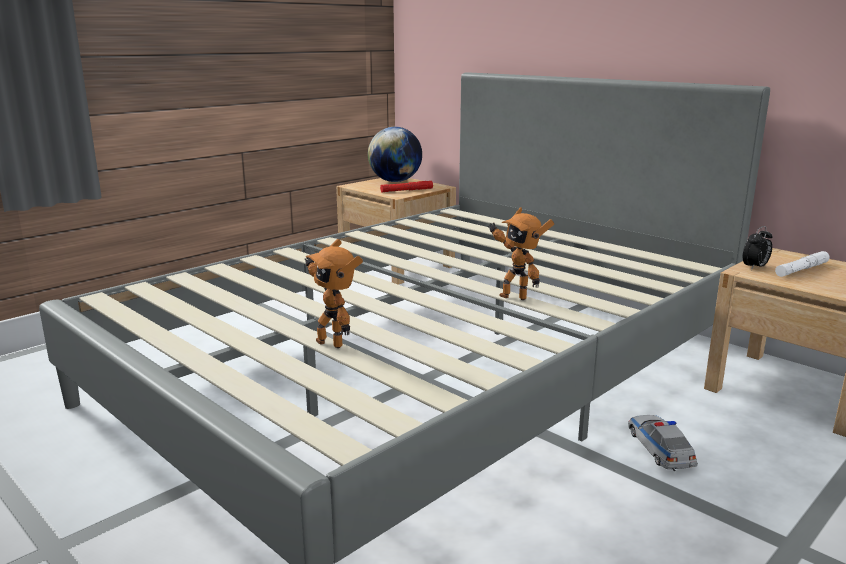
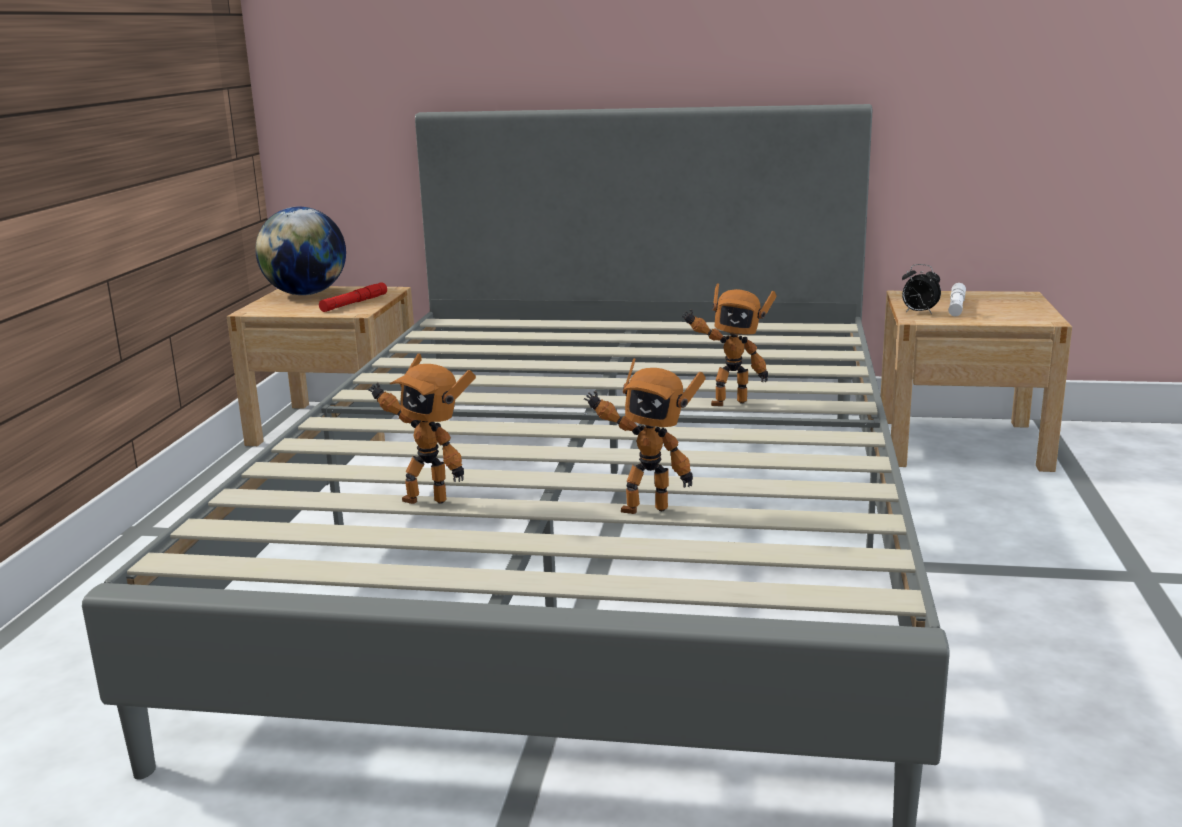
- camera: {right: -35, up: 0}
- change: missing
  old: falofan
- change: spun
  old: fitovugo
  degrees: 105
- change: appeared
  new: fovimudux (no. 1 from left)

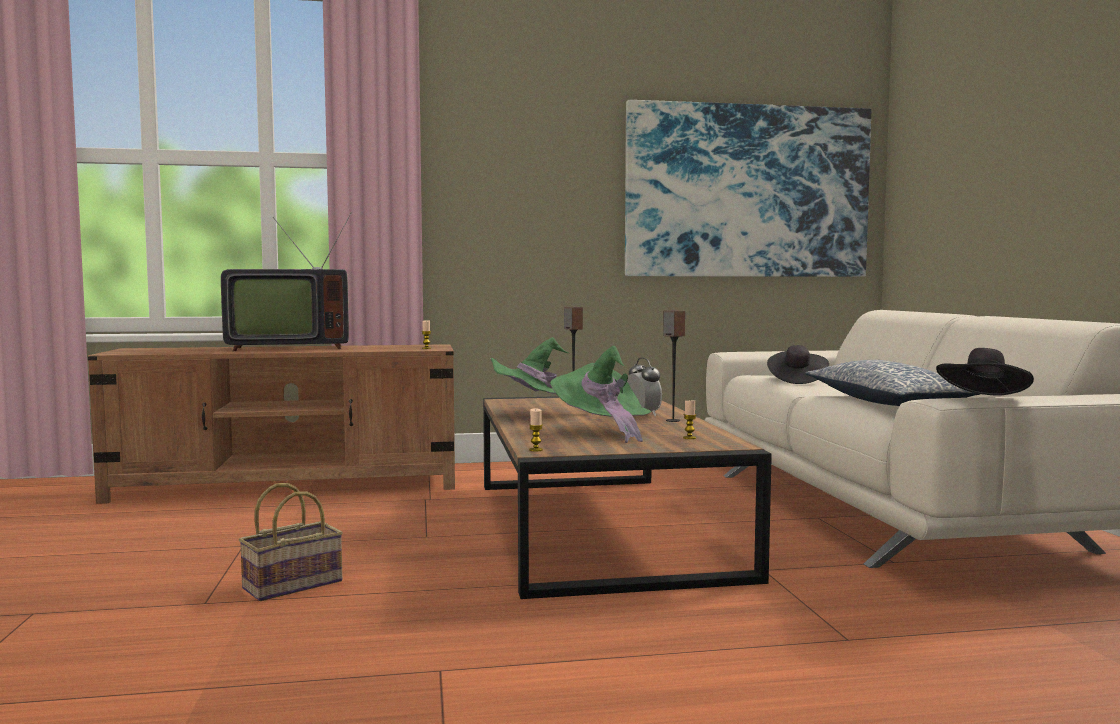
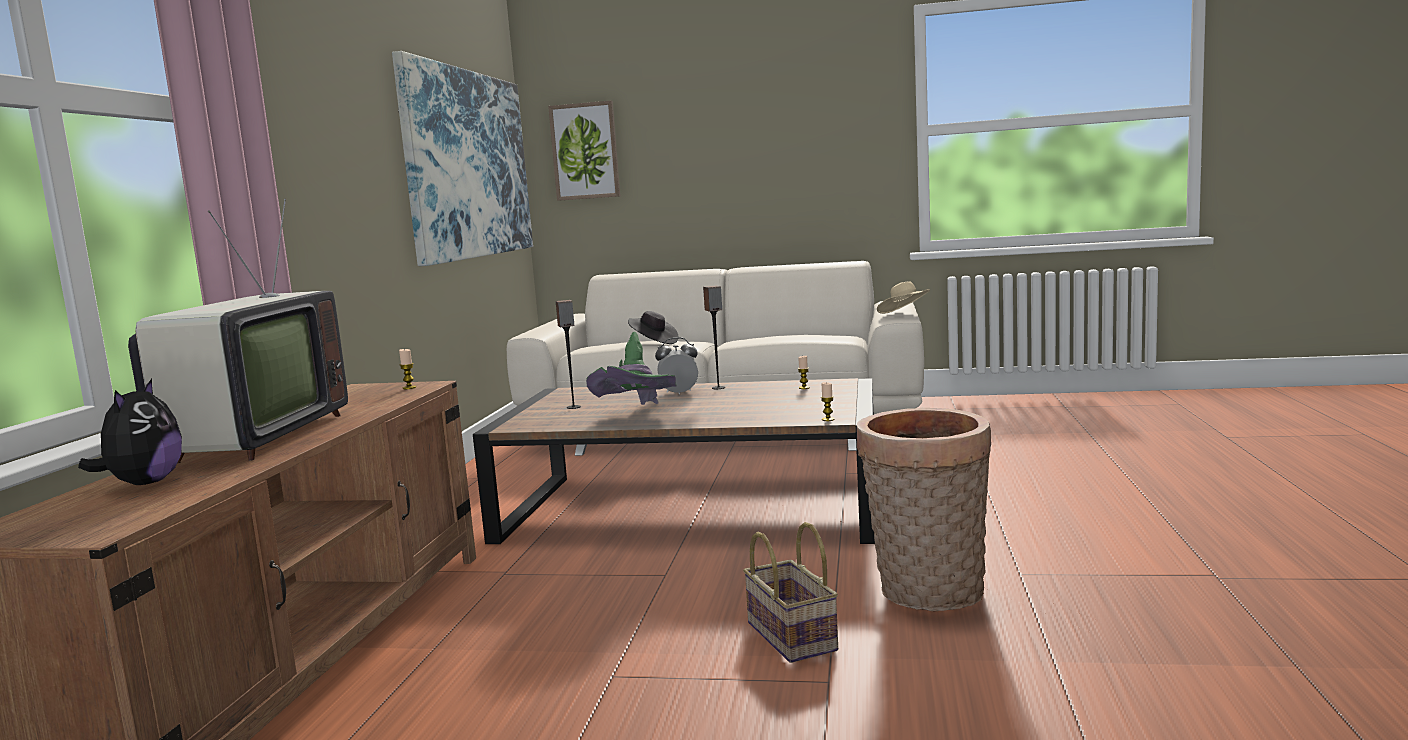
- camera: {right: -70, up: 5}
- change: missing
  old: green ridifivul (no. 2 from left)
- change: missing
  old: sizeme
- change: colour
  old: black ridifivul (no. 2 from left)
  new: beige ridifivul
- change: appeared
  new: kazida
- change: appeared
  new: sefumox (no. 2 from left)
- change: appeared
  new: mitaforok (no. 2 from left)

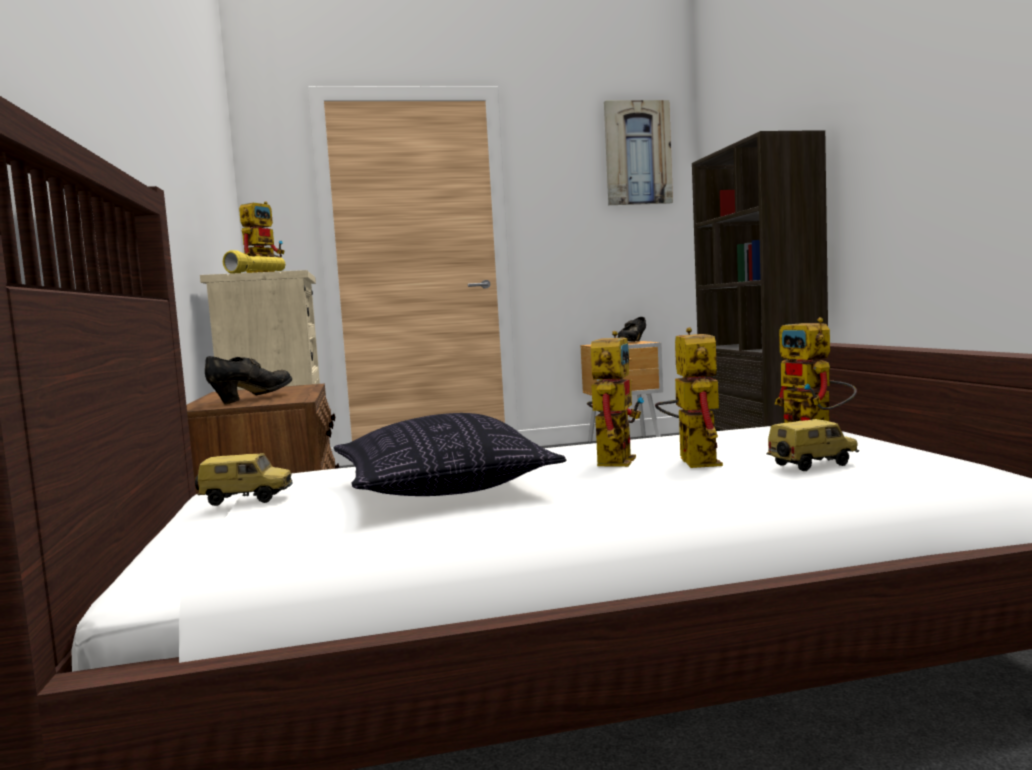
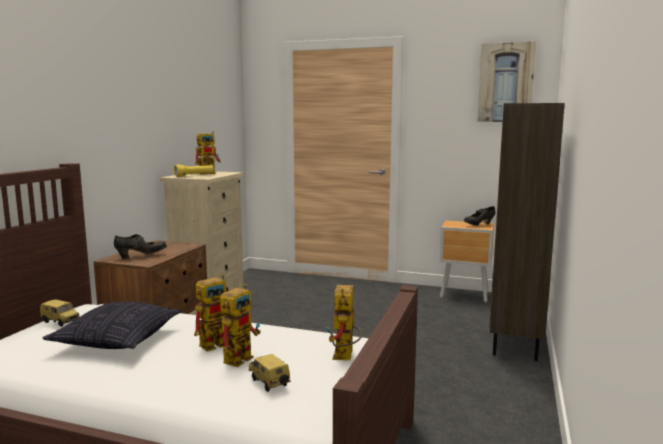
- camera: {right: 30, up: 5}
- change: spun
  old: falofan (no. 2 from left)
  degrees: -135

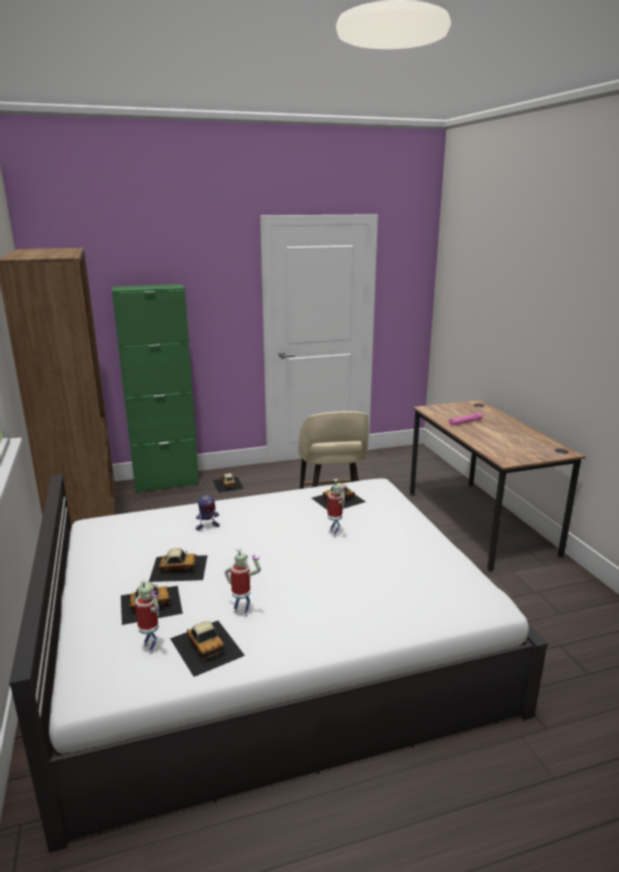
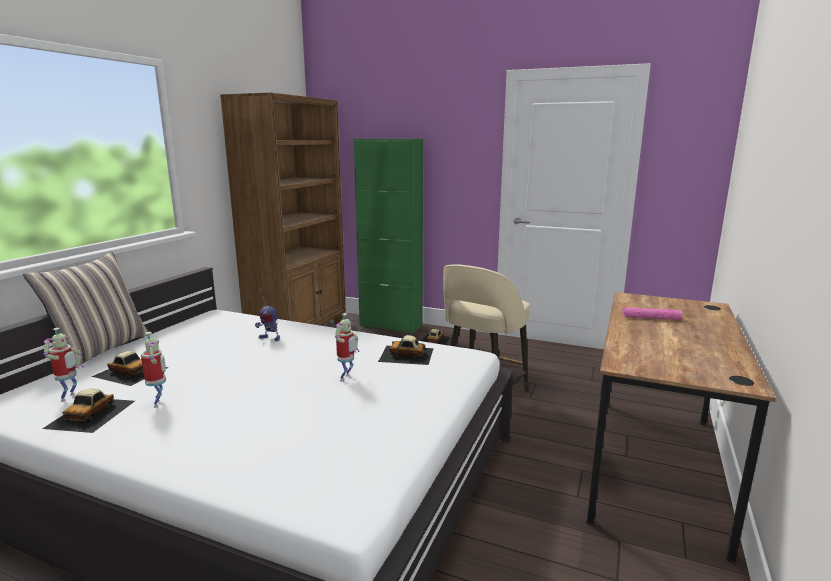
- camera: {right: 40, up: -5}
- change: missing
  old: falofan (no. 2 from left)
- change: appeared
  new: sizeme

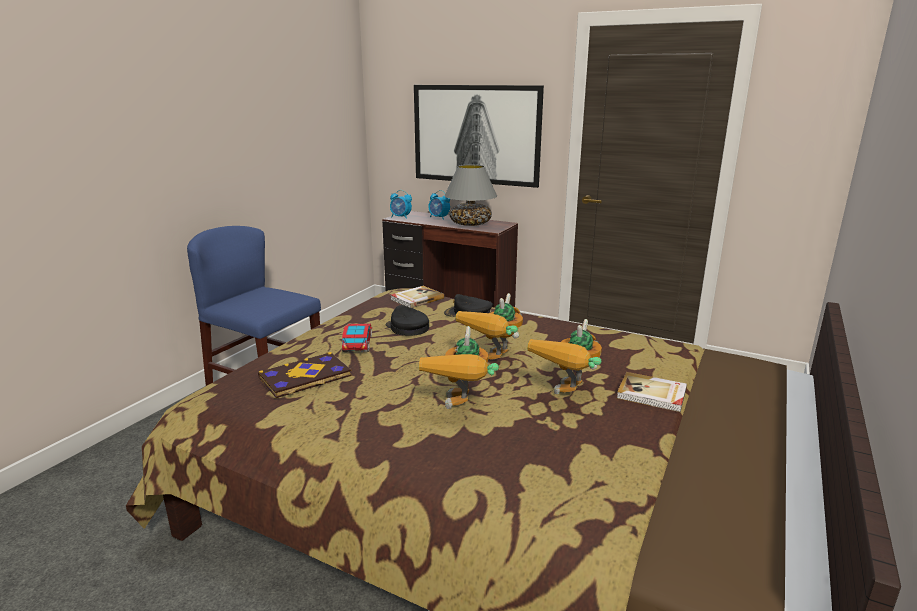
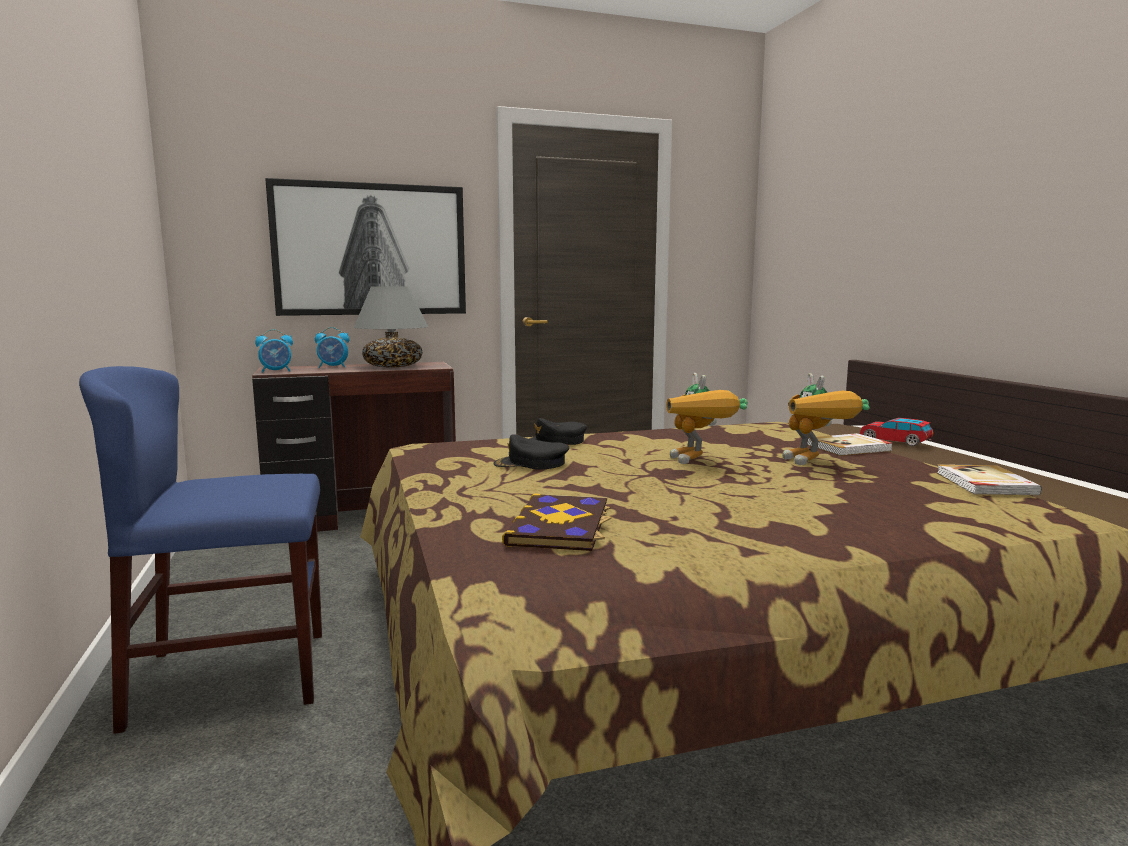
- camera: {right: -45, up: -10}
- change: relocated
  old: falofan
- change: relocated
  old: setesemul (no. 2 from left in the first image)
  new: setesemul (no. 3 from left)
- change: missing
  old: fovimudux (no. 1 from left)

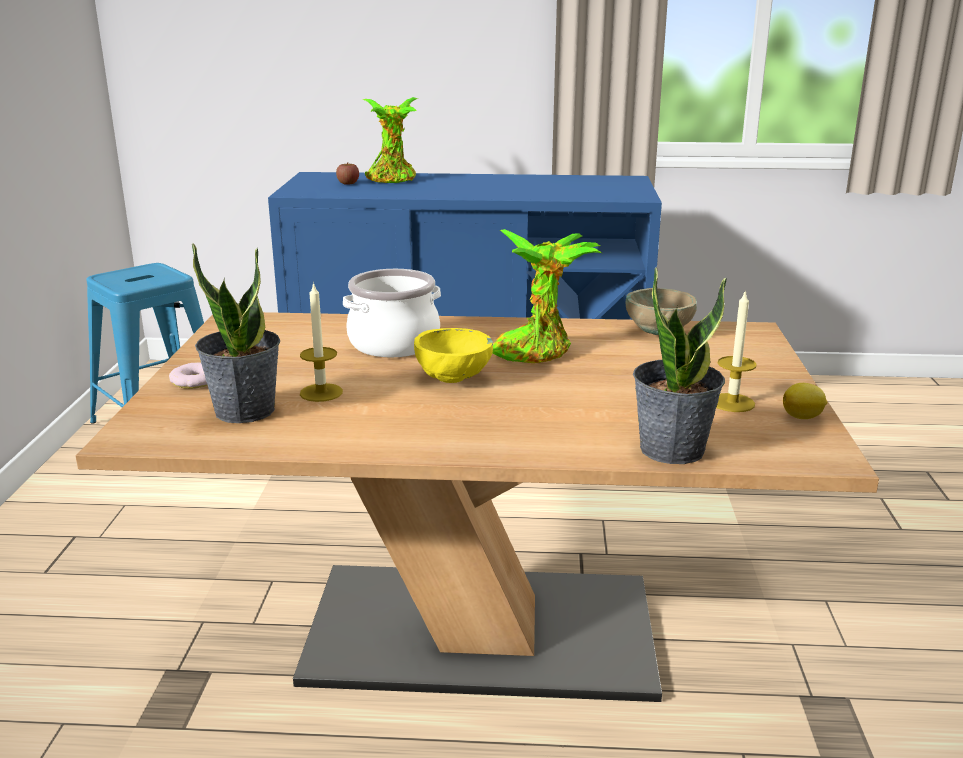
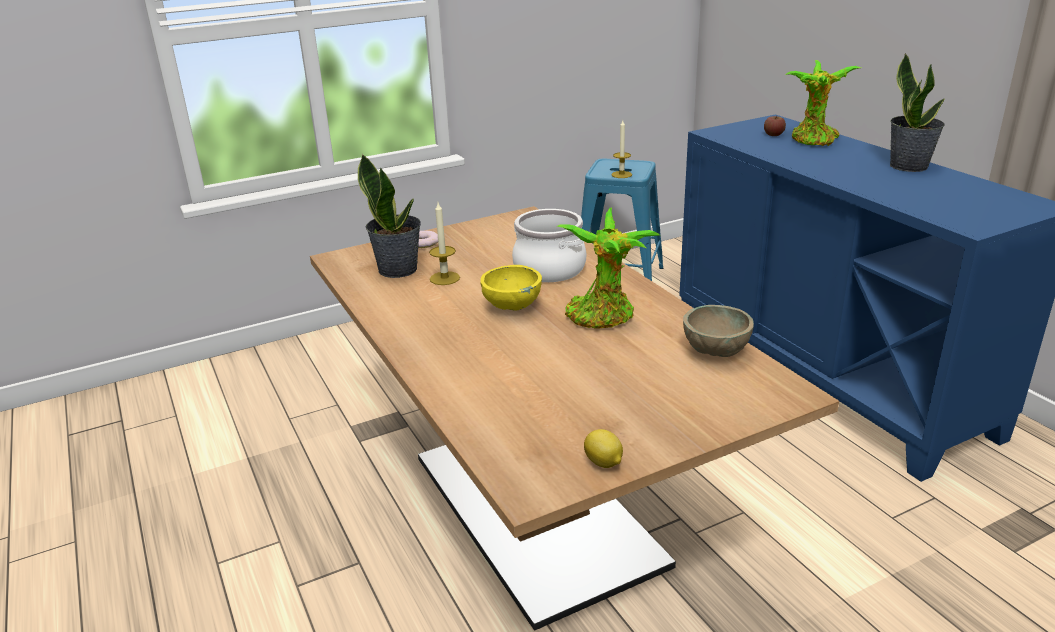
- camera: {right: 60, up: 5}
- change: relocated
  old: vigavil (no. 4 from left)
- change: relocated
  old: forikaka (no. 2 from left)

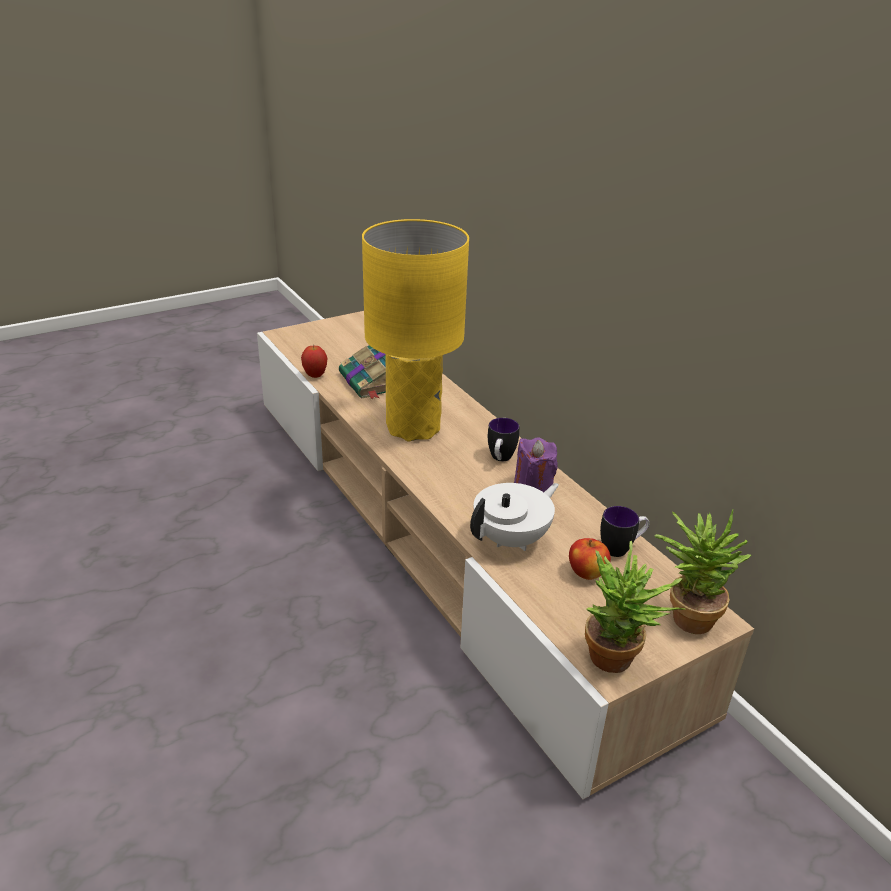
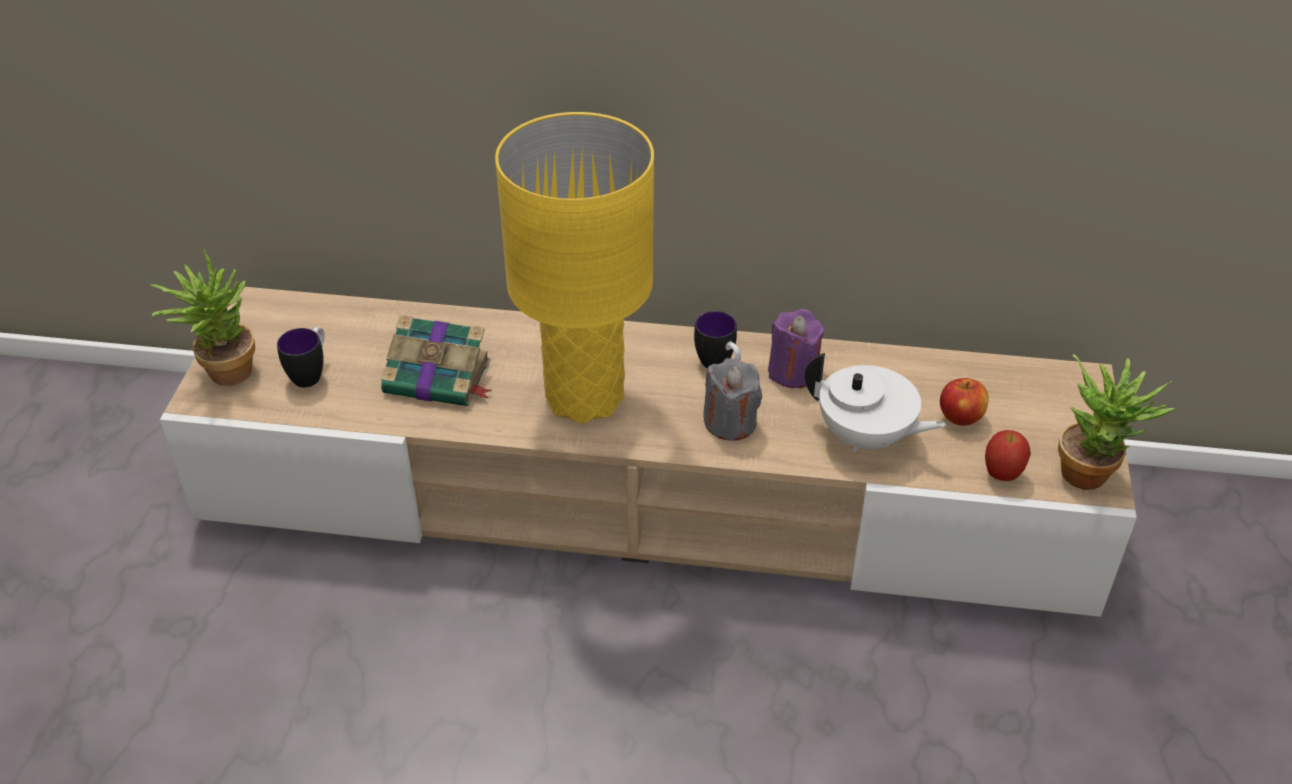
- camera: {right: -50, up: 10}
- change: relocated
  old: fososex (no. 1 from left in the first image)
  new: fososex (no. 2 from left)
- change: spun
  old: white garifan
  degrees: 120
- change: relocated
  old: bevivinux (no. 2 from left in the first image)
  new: bevivinux (no. 1 from left)
- change: relocated
  old: vigavil (no. 2 from left in the first image)
  new: vigavil (no. 1 from left)
- change: appeared
  new: grey forikaka

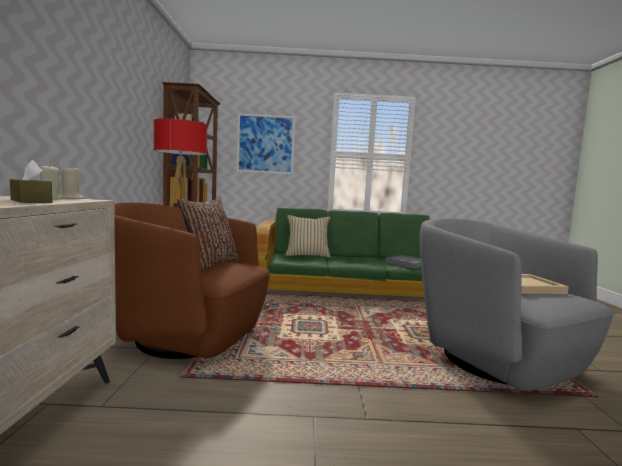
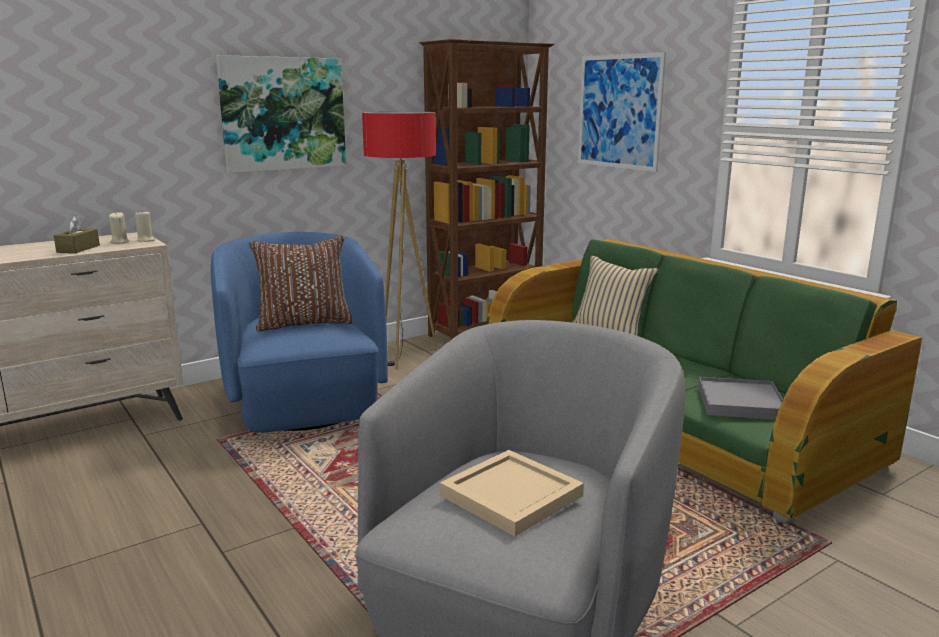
- camera: {right: 55, up: 10}
- change: colour
  old: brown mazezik
  new: blue mazezik
- change: appeared
  new: sefumox (no. 1 from left)

